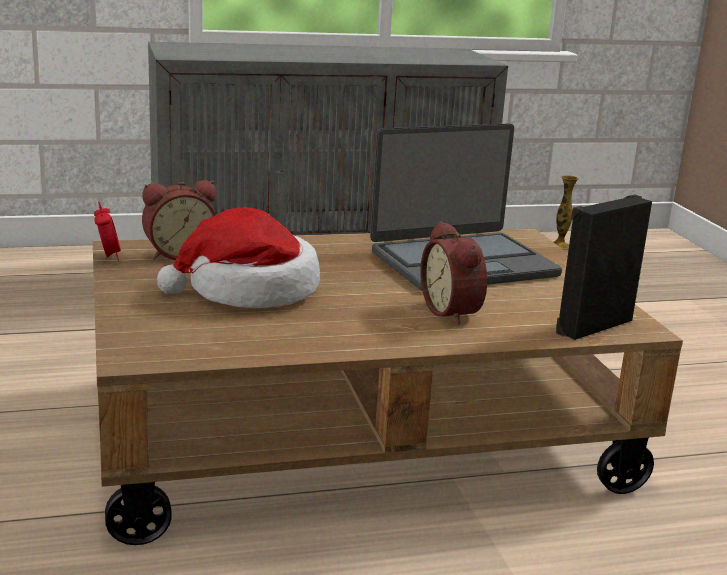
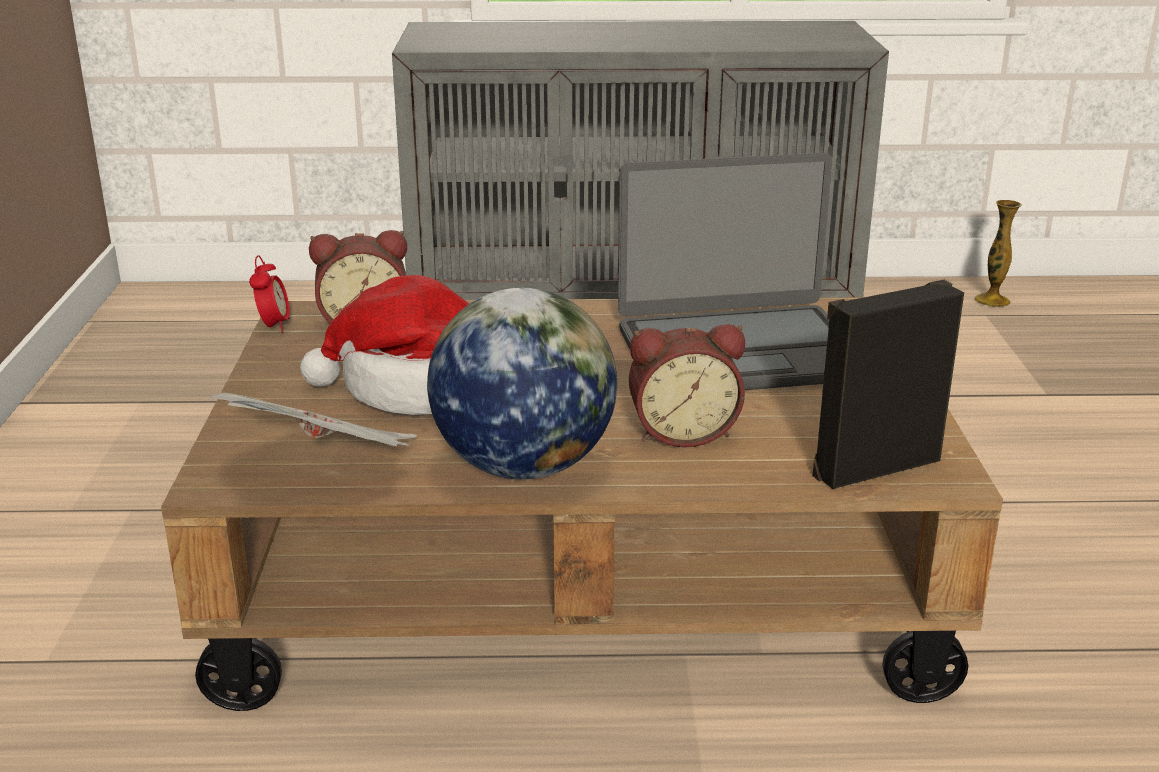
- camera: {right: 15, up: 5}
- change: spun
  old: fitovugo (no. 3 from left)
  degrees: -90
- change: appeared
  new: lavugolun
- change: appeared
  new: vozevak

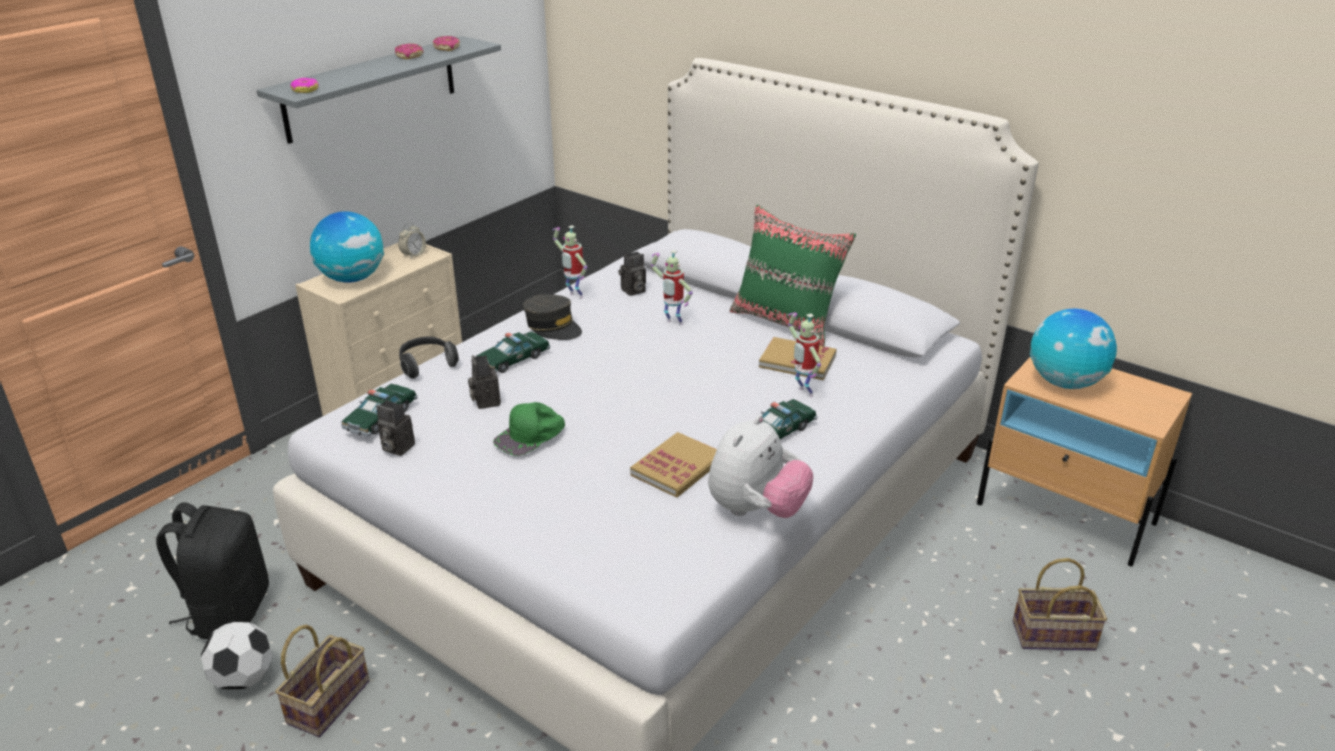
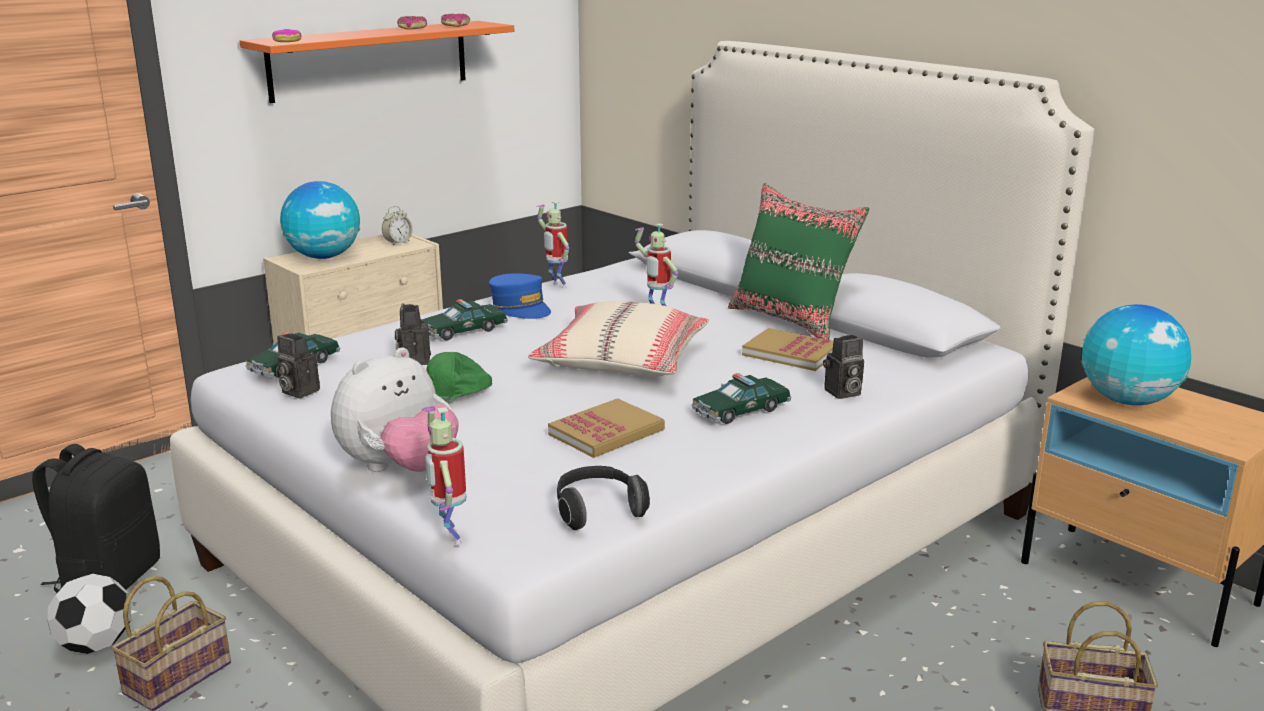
- camera: {right: 10, up: -10}
- change: colour
  old: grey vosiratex
  new: orange vosiratex
- change: relocated
  old: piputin
- change: colour
  old: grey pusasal
  new: blue pusasal
- change: relocated
  old: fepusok (no. 3 from left)
- change: relocated
  old: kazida
- change: relocated
  old: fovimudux (no. 3 from left in the first image)
  new: fovimudux (no. 1 from left)
- change: appeared
  new: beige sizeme

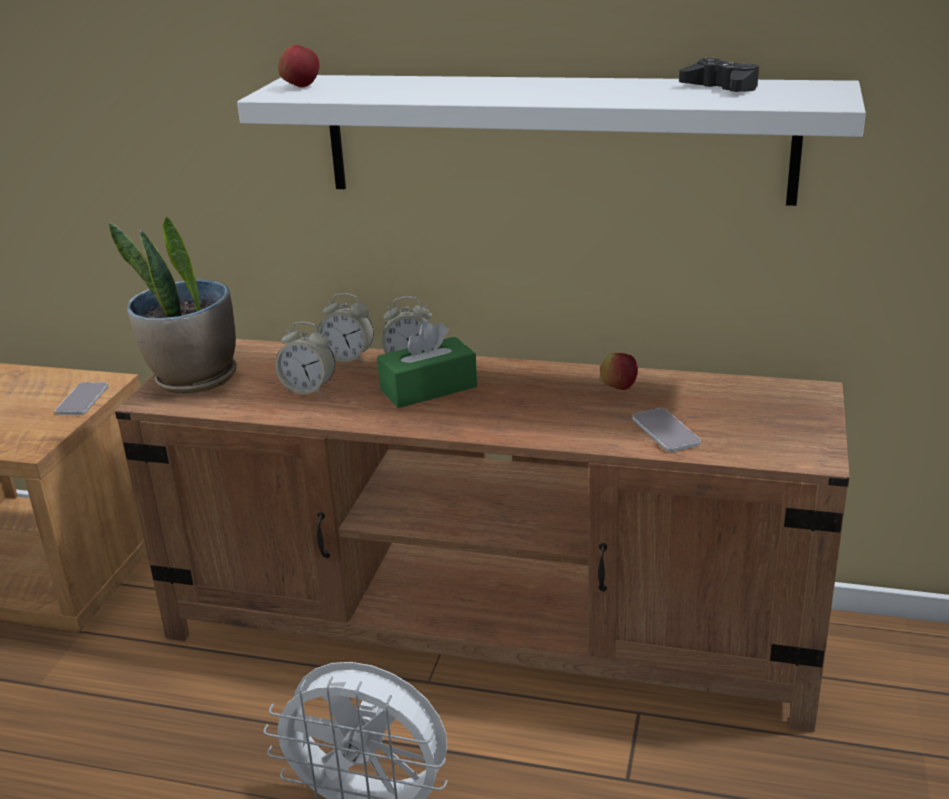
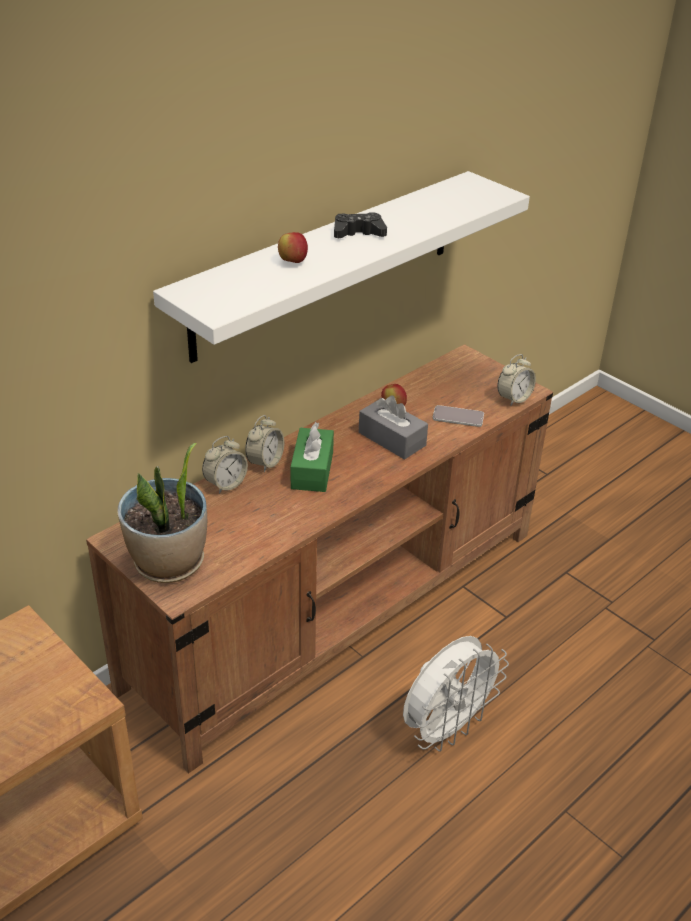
- camera: {right: -60, up: 10}
- change: missing
  old: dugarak (no. 1 from left)
- change: relocated
  old: fitovugo (no. 1 from left in the first image)
  new: fitovugo (no. 3 from left)
- change: relocated
  old: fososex (no. 1 from left)
- change: relocated
  old: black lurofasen
- change: appeared
  new: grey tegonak

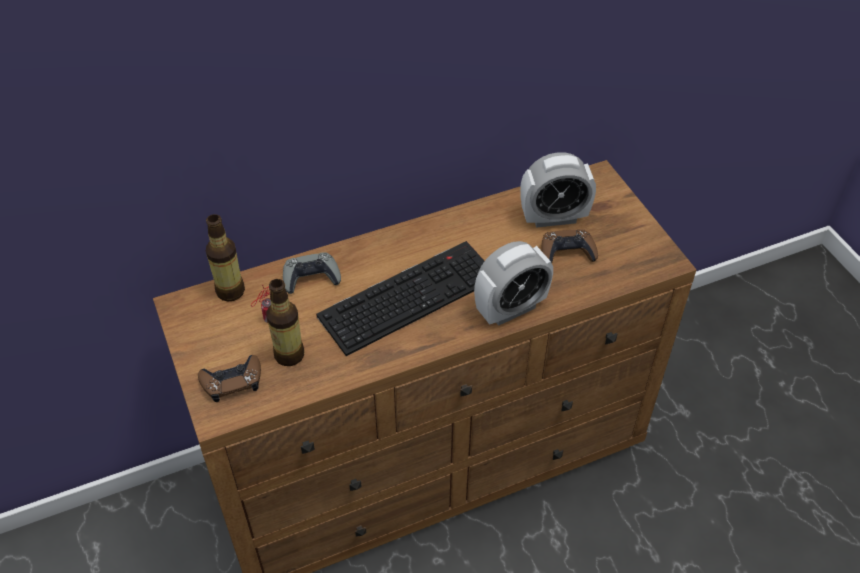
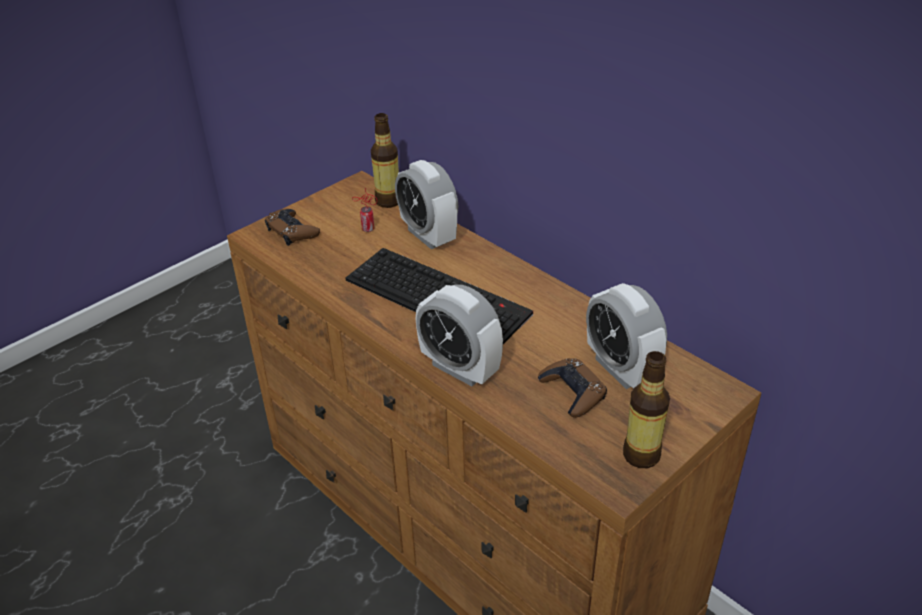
- camera: {right: 70, up: -10}
- change: relocated
  old: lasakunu (no. 2 from left)
- change: exchanged
  old: grey lurofasen
  new: fitovugo (no. 1 from left)

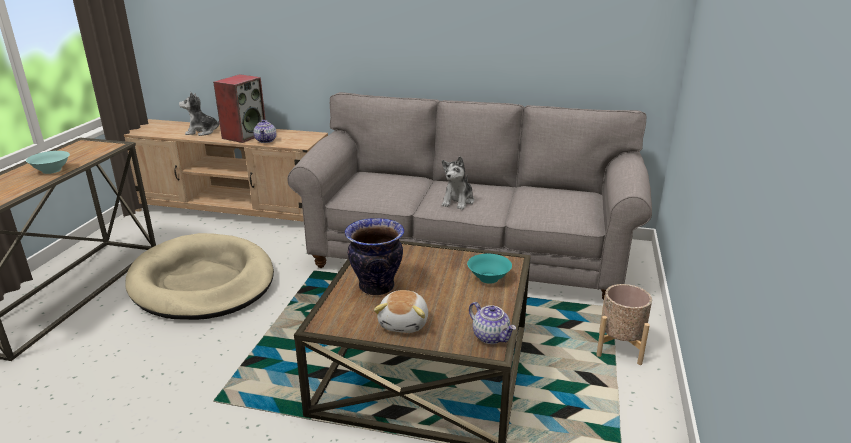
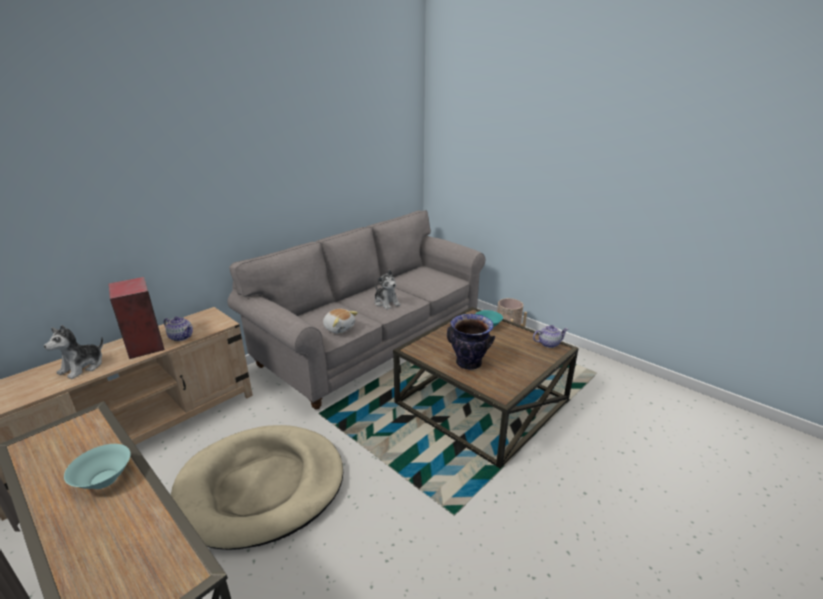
- camera: {right: -60, up: 0}
- change: relocated
  old: kazida (no. 2 from left)

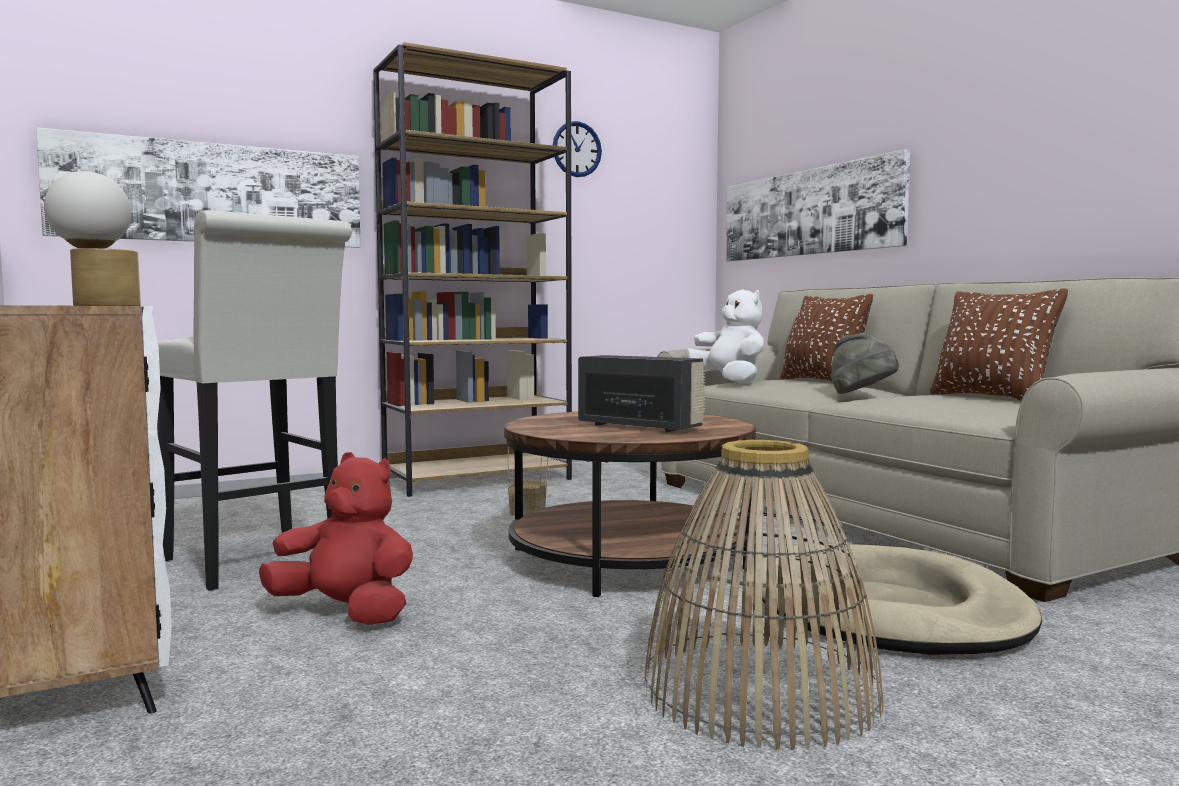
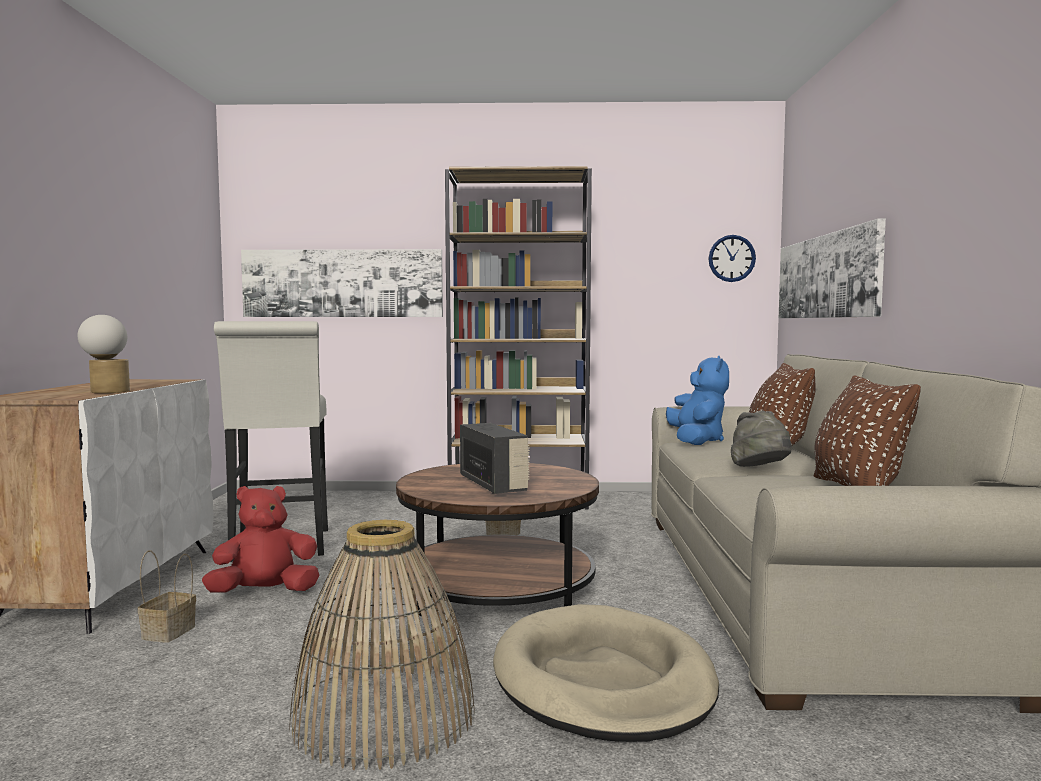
- camera: {right: 30, up: 0}
- change: spun
  old: red kazida
  degrees: -75
- change: relocated
  old: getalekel
- change: colour
  old: white kazida
  new: blue kazida
- change: appeared
  new: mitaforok (no. 1 from left)

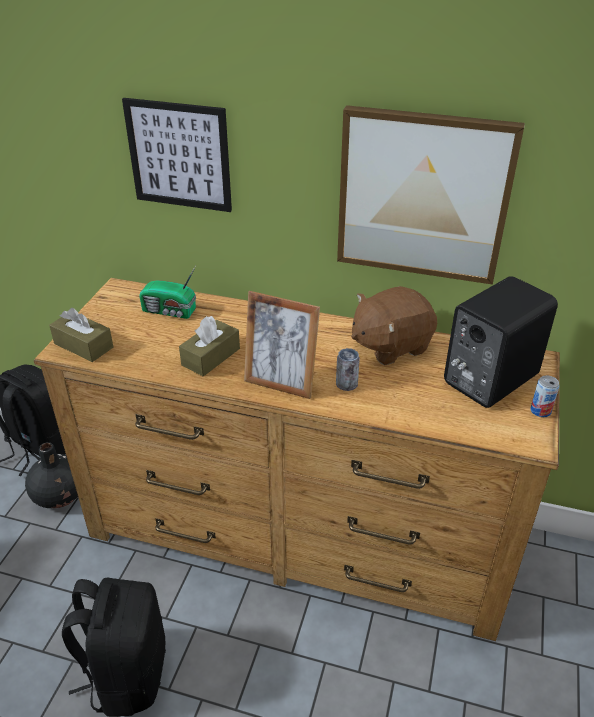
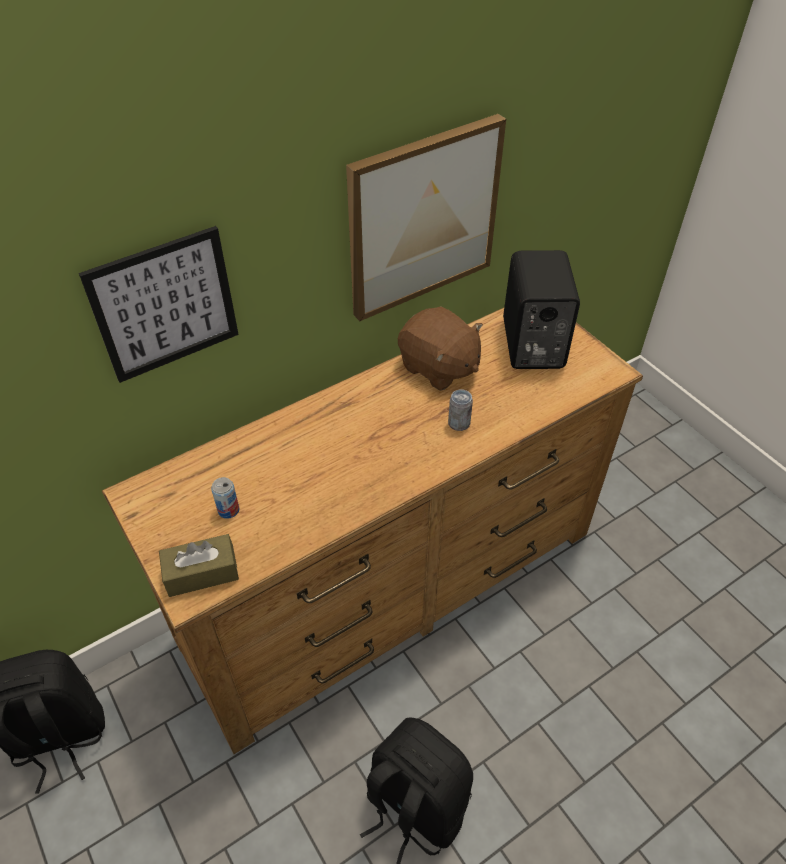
- camera: {right: -50, up: 10}
- change: missing
  old: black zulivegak
- change: missing
  old: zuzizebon
- change: missing
  old: brown tegonak (no. 2 from left)
- change: missing
  old: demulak
- change: spun
  old: brown kazida
  degrees: -60
- change: relocated
  old: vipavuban (no. 2 from left in the first image)
  new: vipavuban (no. 1 from left)

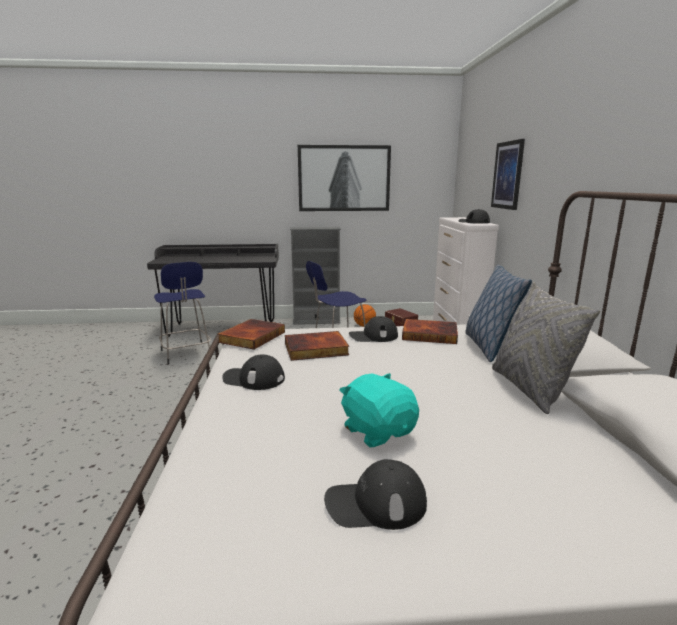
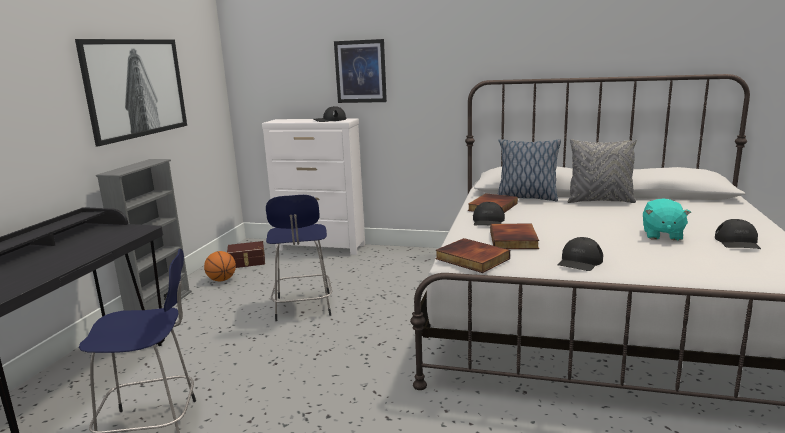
- camera: {right: -70, up: 0}
- change: spun
  old: turquoise kazida
  degrees: -60

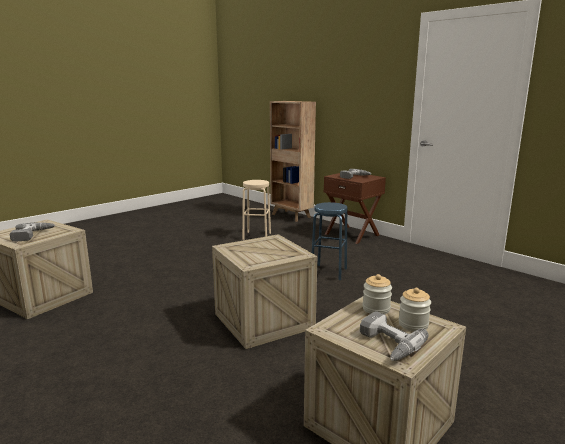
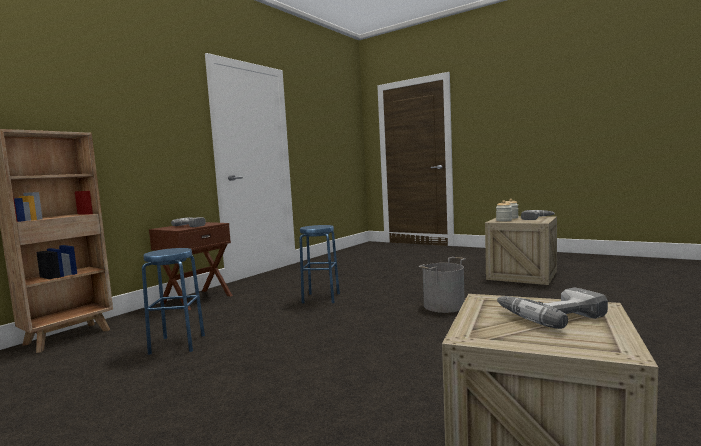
- camera: {right: -100, up: -10}
- change: exchanged
  old: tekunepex (no. 2 from left)
  new: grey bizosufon
- change: colour
  old: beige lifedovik
  new: blue lifedovik (no. 1 from left)

